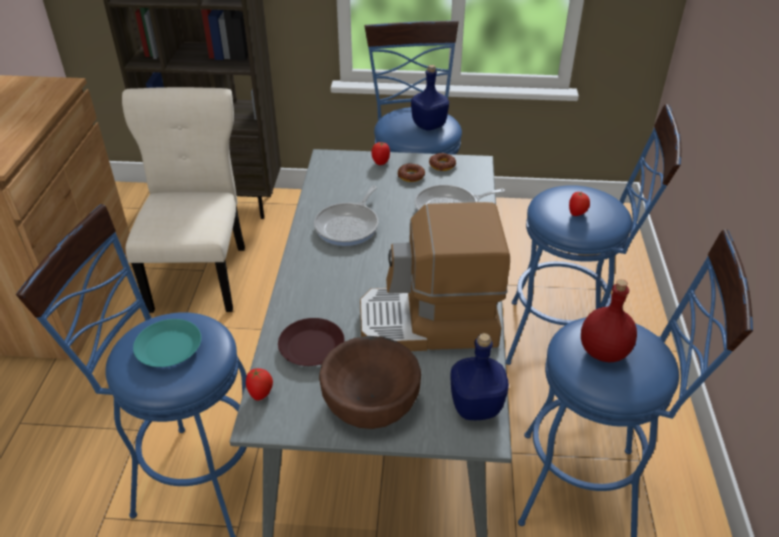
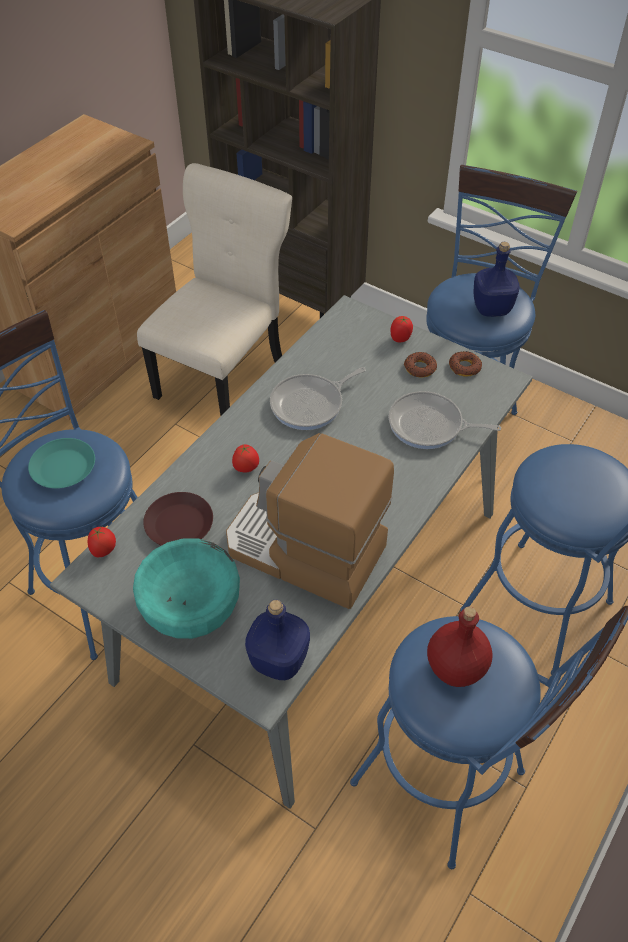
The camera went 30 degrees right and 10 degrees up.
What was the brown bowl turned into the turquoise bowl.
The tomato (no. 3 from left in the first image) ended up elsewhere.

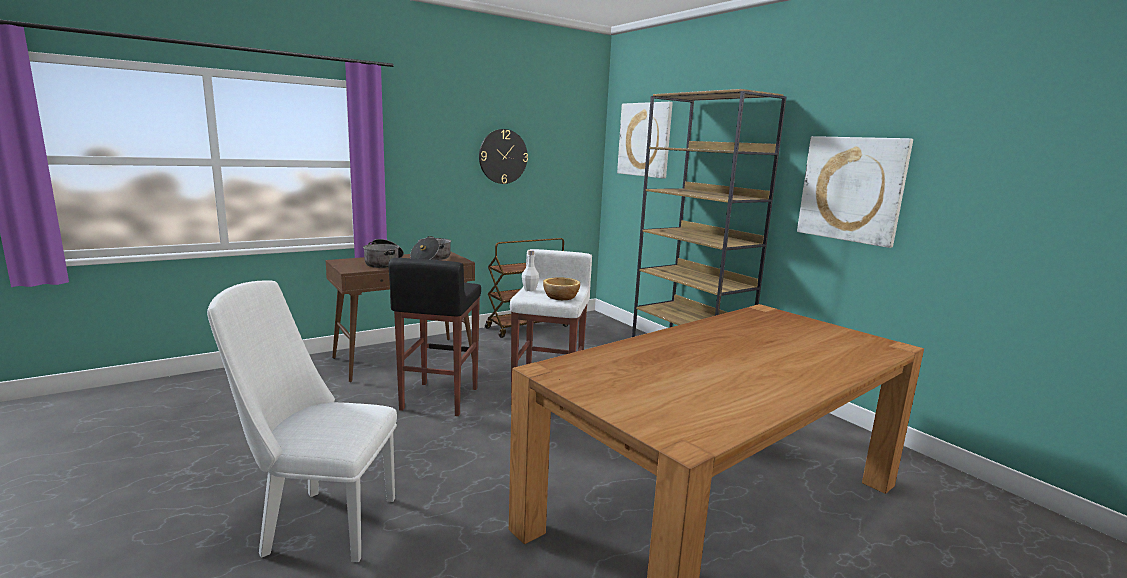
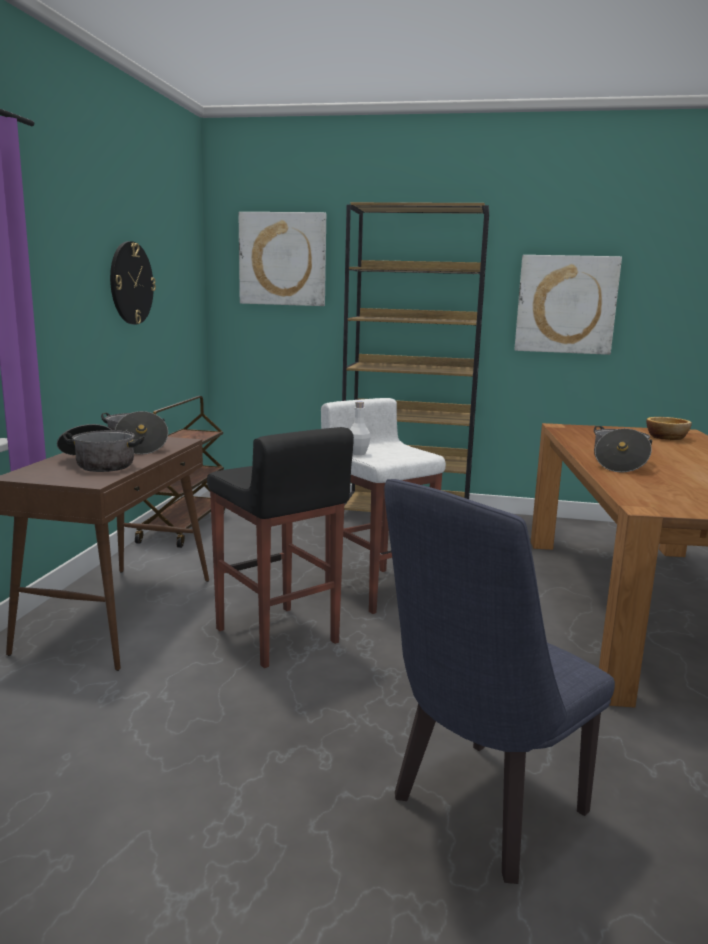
The camera went 45 degrees left and 0 degrees up.
What was the white chair turned into the blue chair.
The second view gained the cooking pot (no. 3 from left).
The bowl ended up elsewhere.

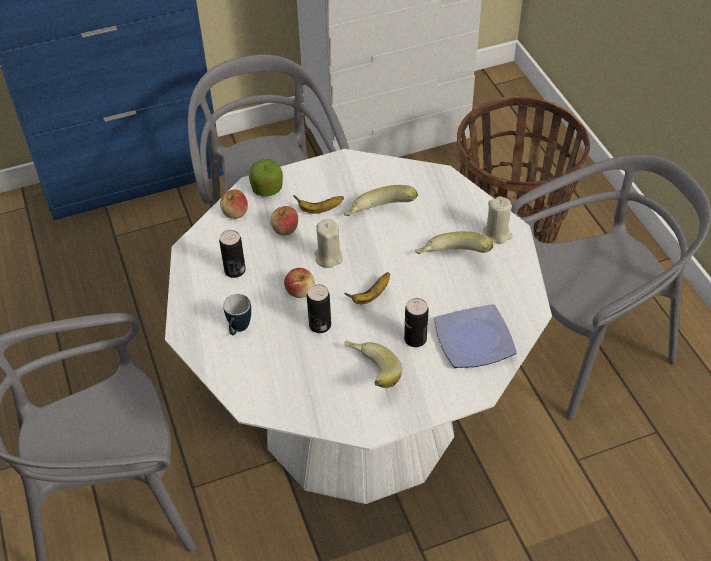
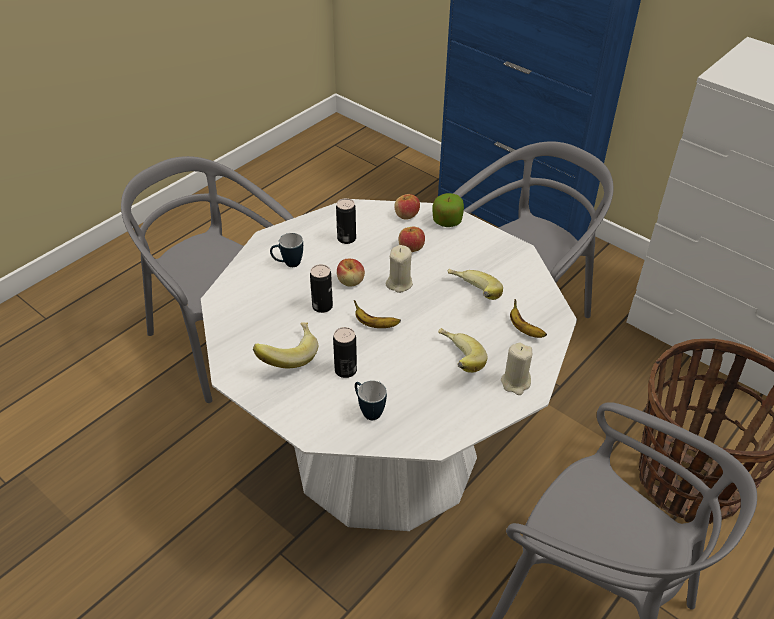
The camera went 60 degrees right and 5 degrees down.
Where the plate stood, the mug (no. 2 from left) came to stand.
The banana (no. 1 from left in the first image) ended up elsewhere.

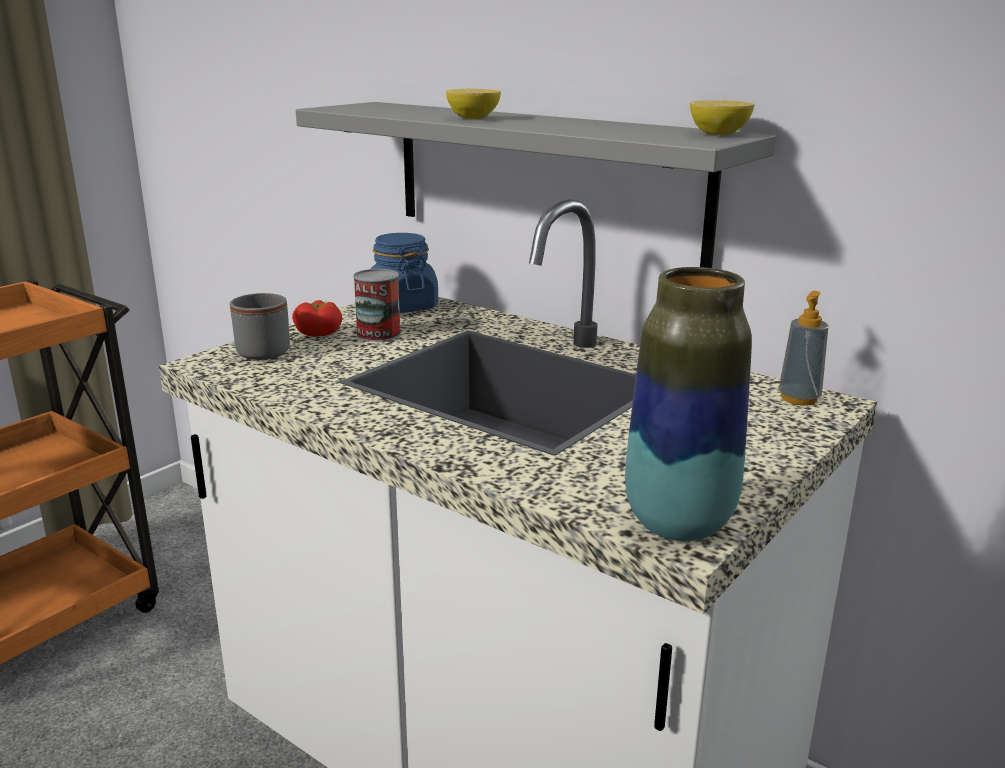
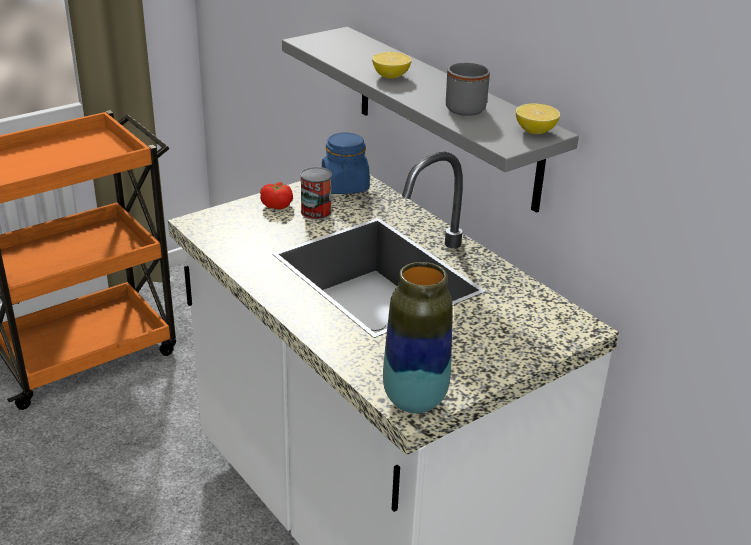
The camera went 15 degrees right and 10 degrees up.
The grey mug ended up elsewhere.
The second view lost the soap dispenser.

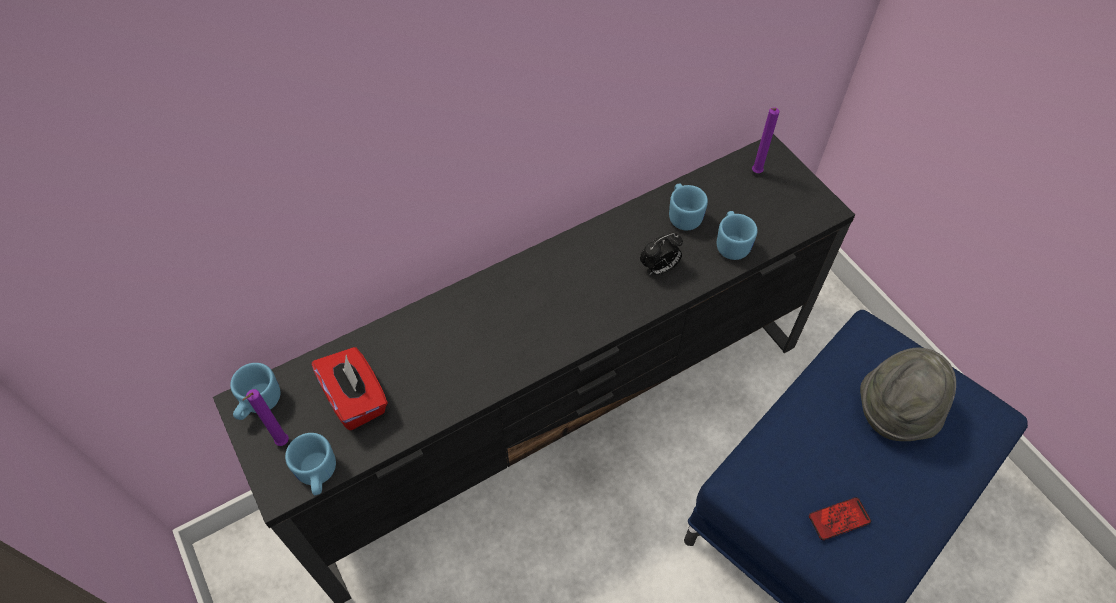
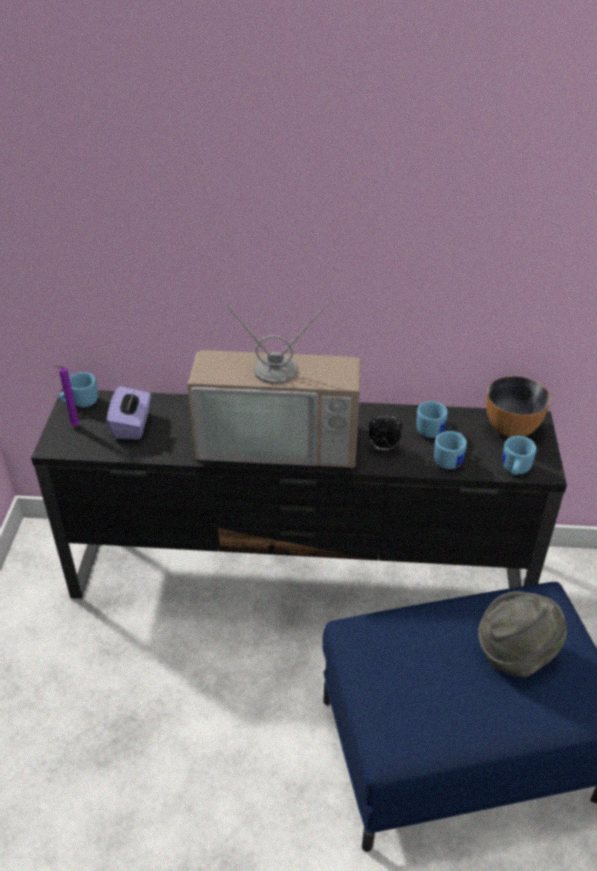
The camera went 35 degrees right and 15 degrees down.
What was the red tissue box turned into the purple tissue box.
The second view gained the television.
Where the purple candle (no. 2 from left) stood, the bowl came to stand.
The blue mug (no. 2 from left in the first image) ended up elsewhere.
The second view lost the phone.

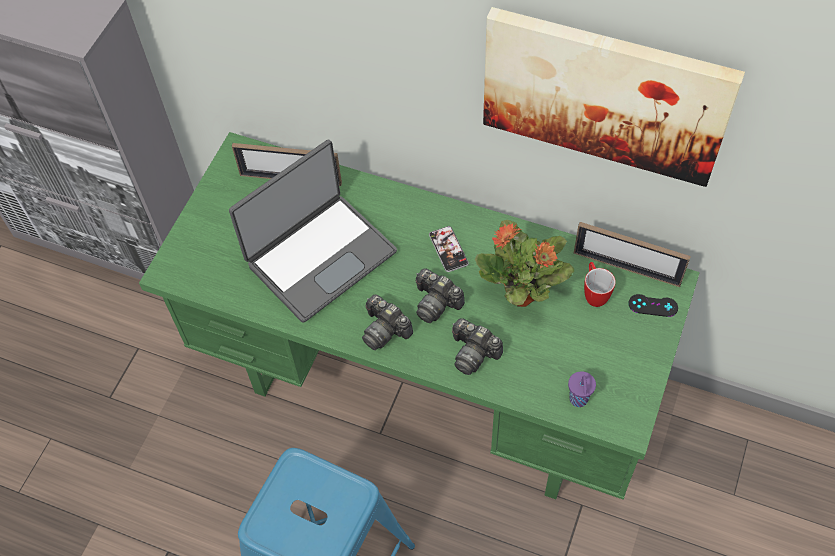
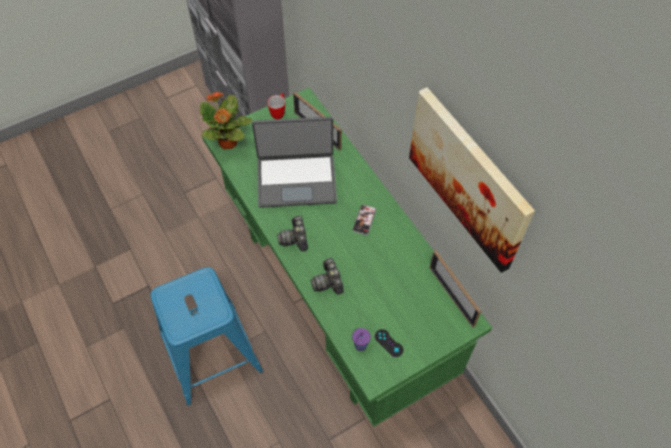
The camera went 35 degrees right and 0 degrees up.
The potted plant ended up elsewhere.
The mug ended up elsewhere.
The black game controller ended up elsewhere.
The second view lost the photo camera (no. 2 from left).

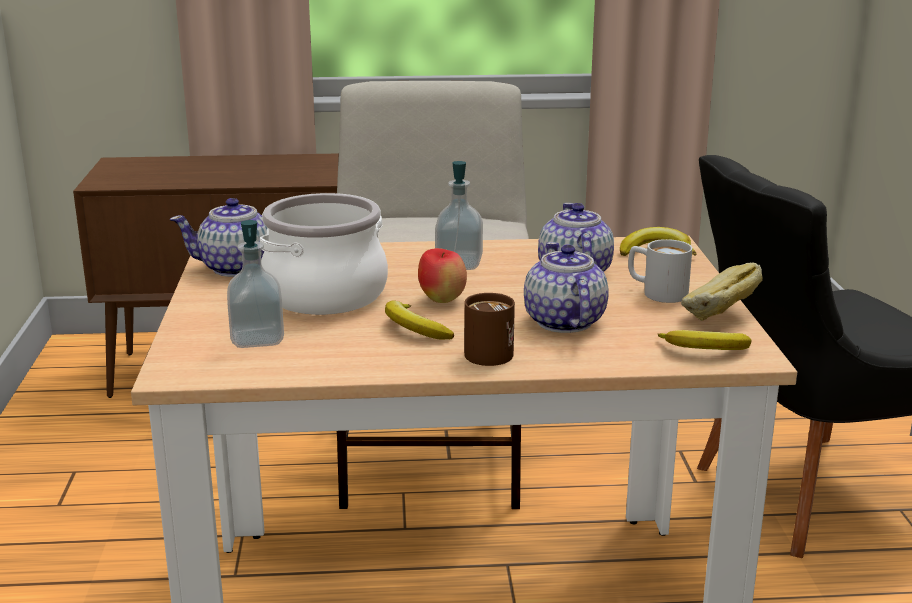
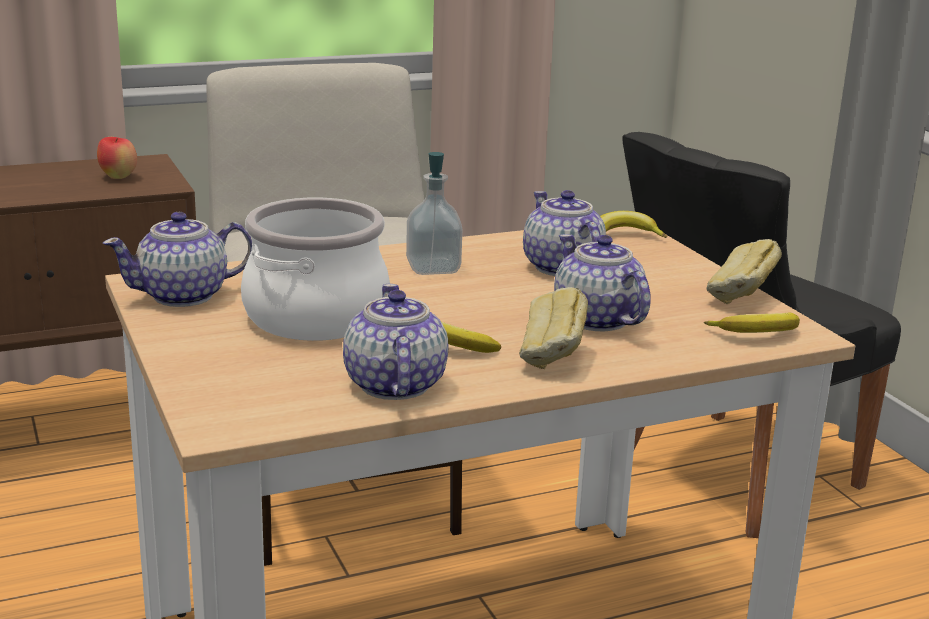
The camera went 20 degrees left and 0 degrees up.
The apple ended up elsewhere.
The second view gained the teapot (no. 2 from left).
Where the brown mug stood, the bread (no. 1 from left) came to stand.
The second view lost the soap dispenser (no. 1 from left).
The second view lost the white mug.

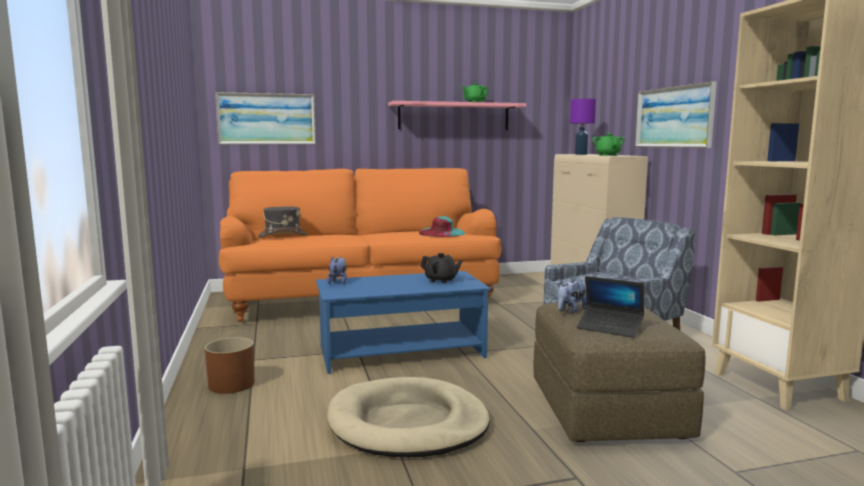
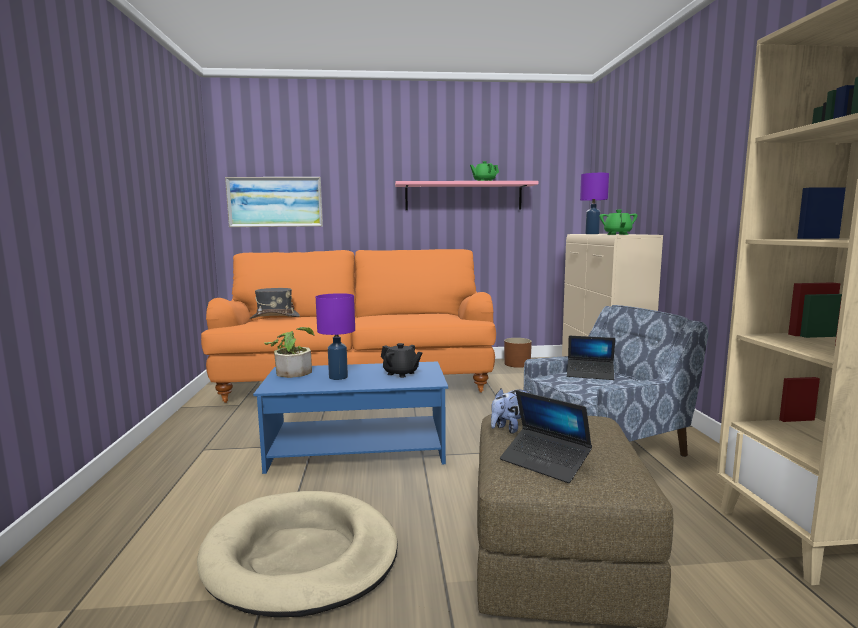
The camera went 10 degrees right and 0 degrees up.
Where the plush toy (no. 1 from left) stood, the potted plant came to stand.
The second view gained the purple table lamp (no. 1 from left).
The brown planter ended up elsewhere.
The second view gained the laptop (no. 2 from left).
The second view lost the turquoise hat.
The second view lost the picture (no. 2 from left).

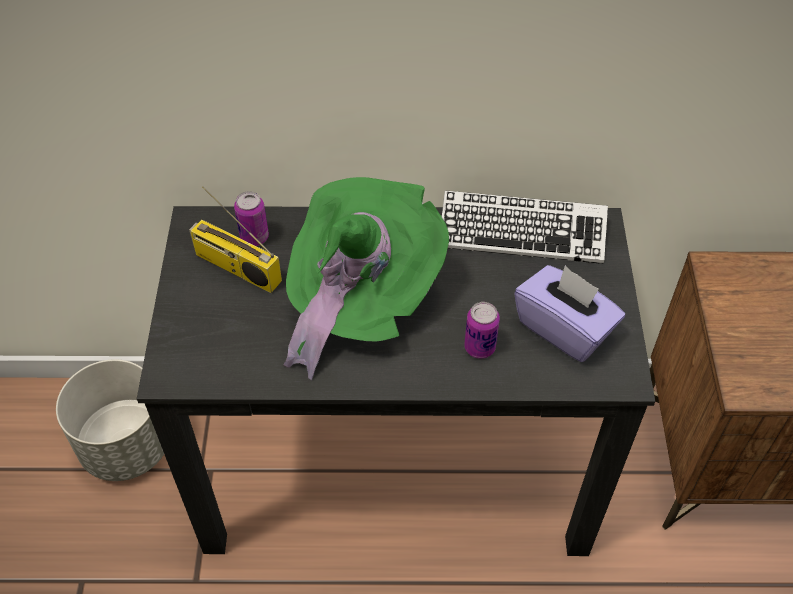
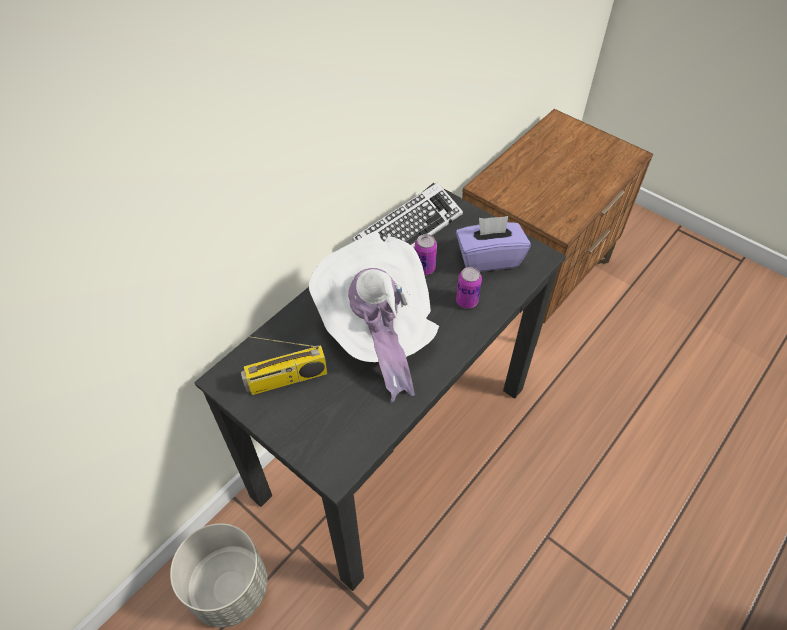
The camera went 50 degrees left and 0 degrees up.
What was the green hat turned into the white hat.
The can (no. 1 from left) ended up elsewhere.

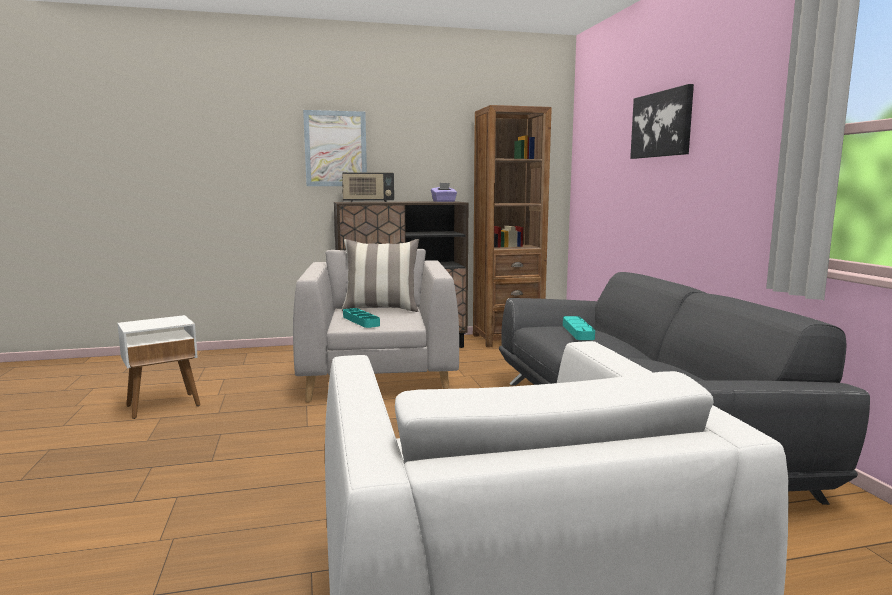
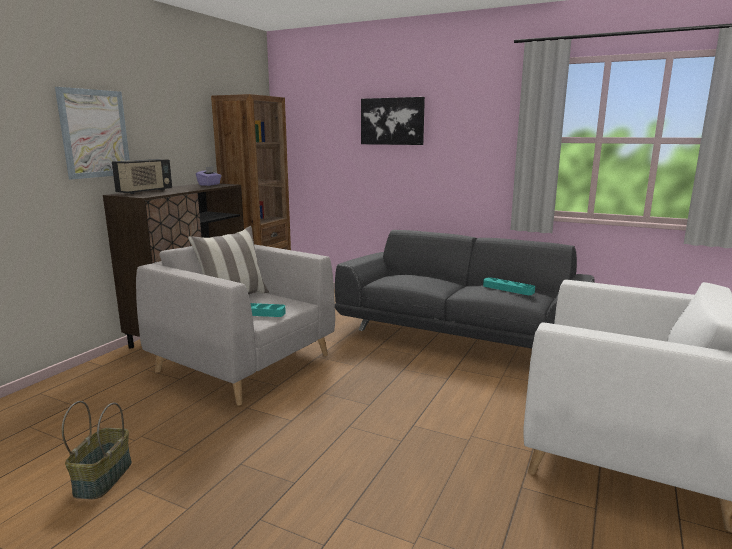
The camera went 50 degrees left and 5 degrees up.
Where the white side table stood, the basket came to stand.
The turquoise tray (no. 2 from left) ended up elsewhere.

